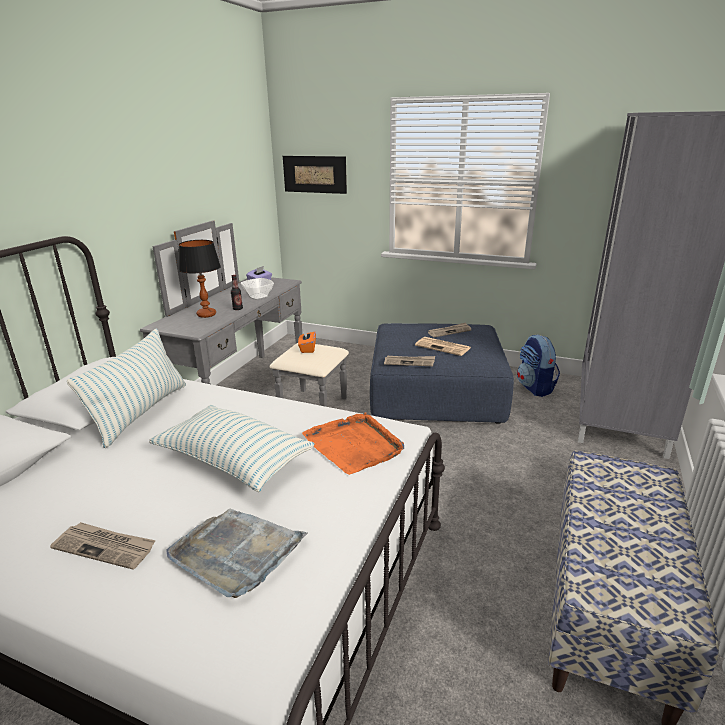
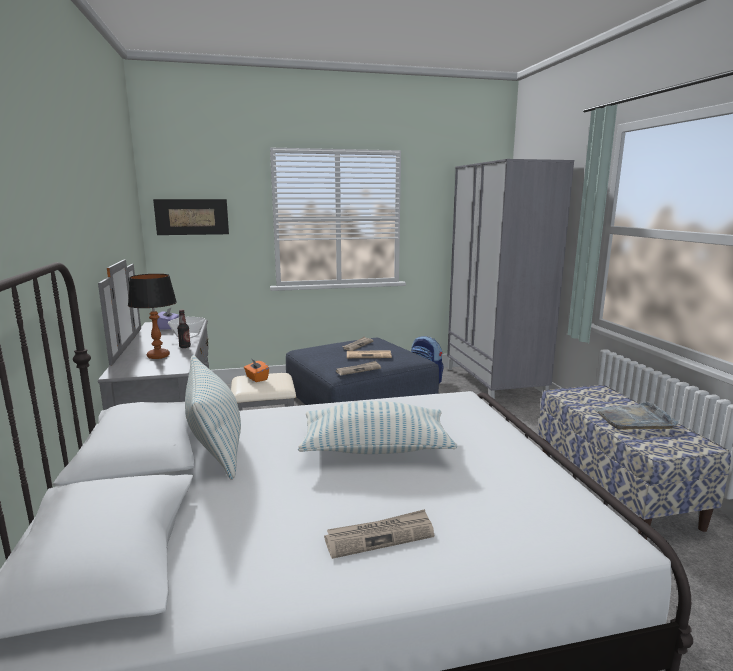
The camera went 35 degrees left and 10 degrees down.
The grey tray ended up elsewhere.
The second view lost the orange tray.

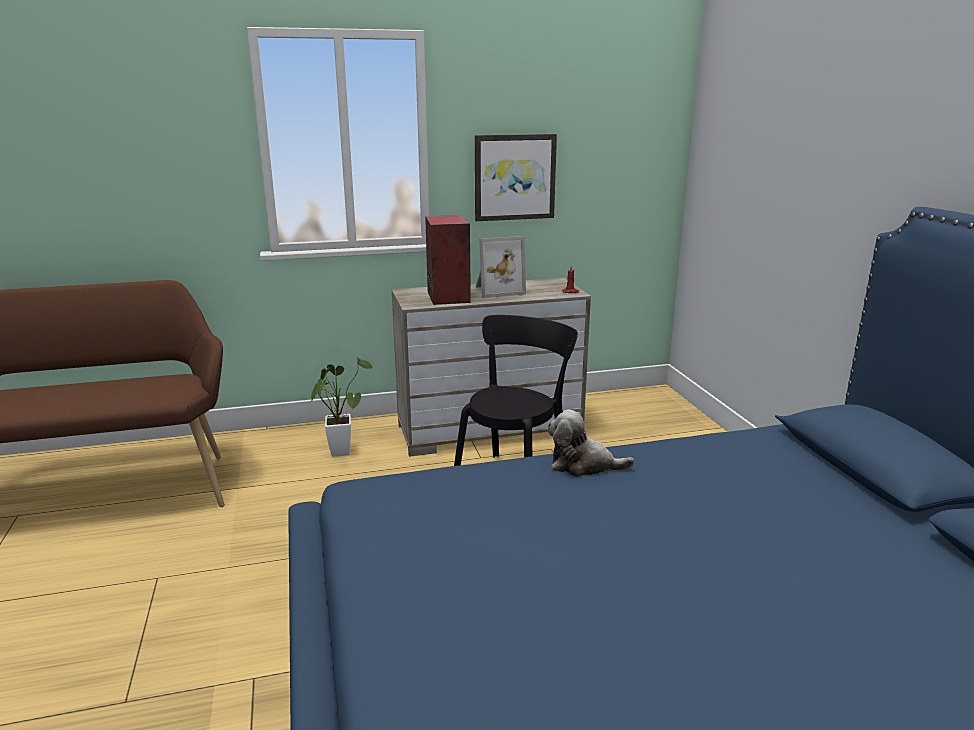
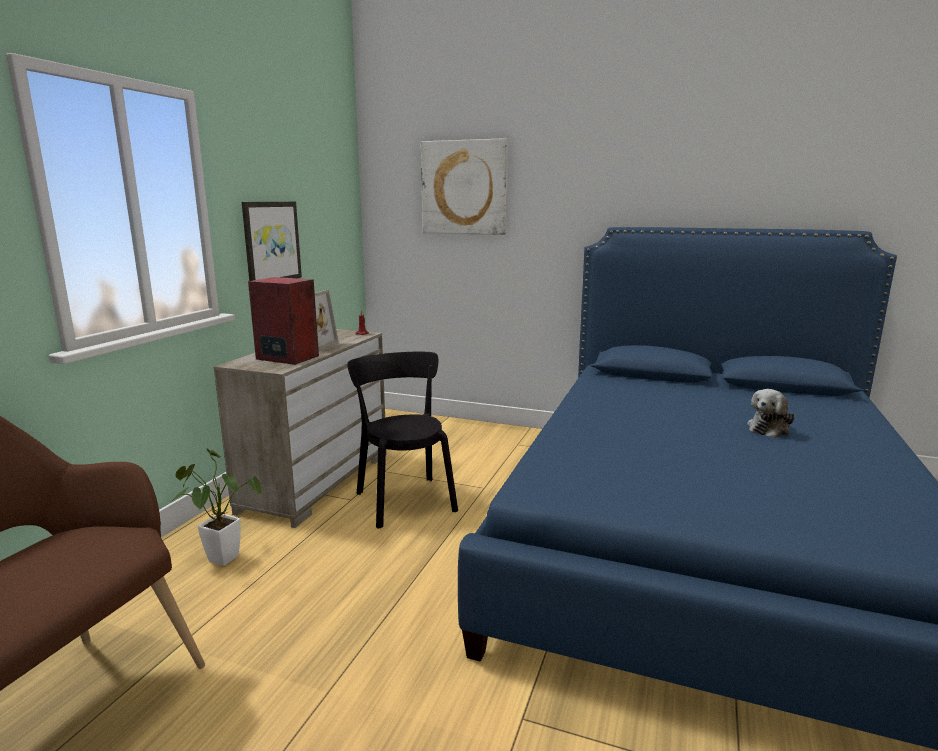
The camera went 55 degrees left and 5 degrees down.
The second view gained the picture (no. 2 from left).
The plush toy ended up elsewhere.

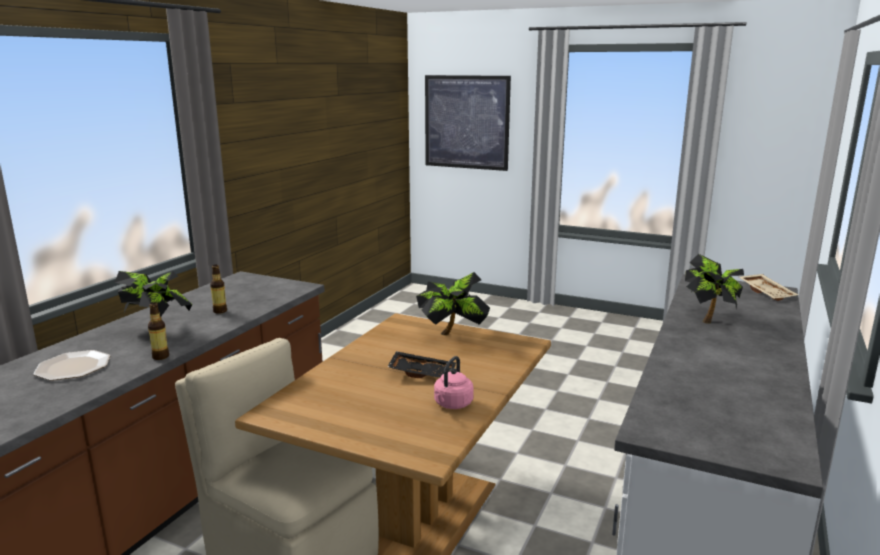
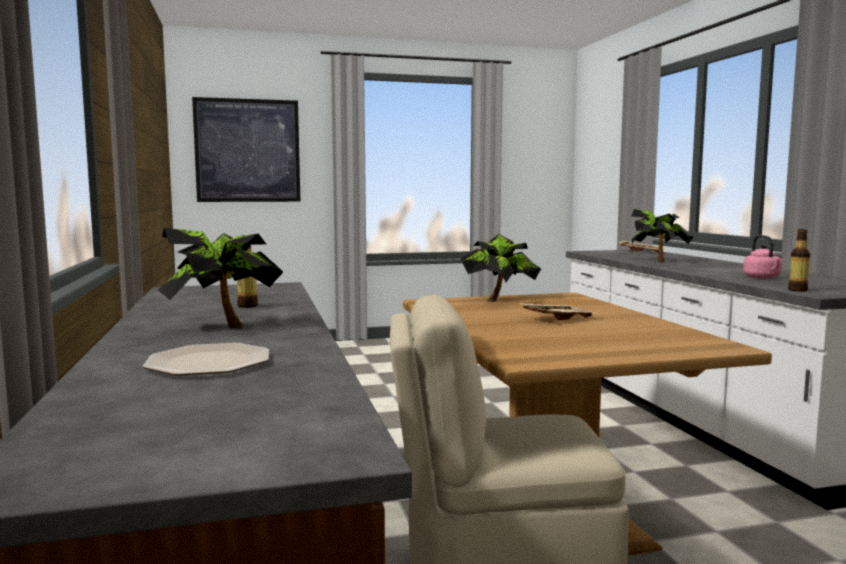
The camera went 40 degrees left and 10 degrees down.
What was the black tray turned into the beige tray (no. 1 from left).
The pink kettle ended up elsewhere.
The bottle (no. 1 from left in the first image) ended up elsewhere.

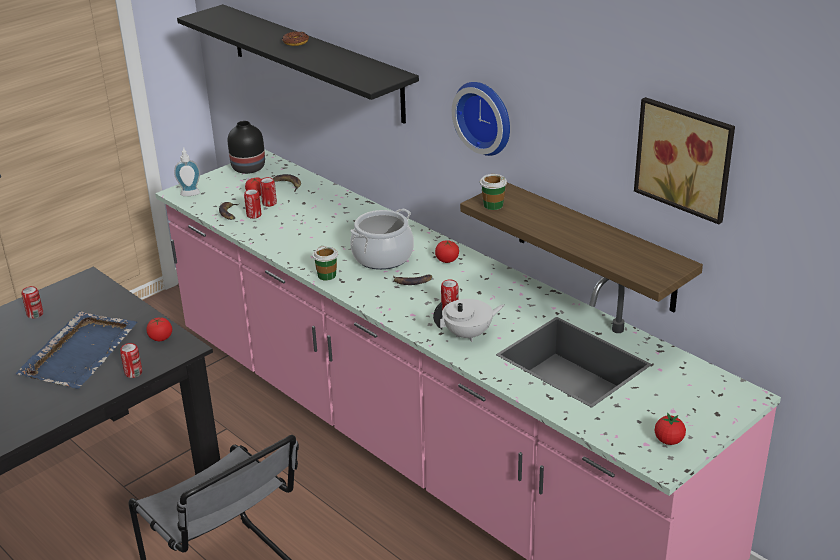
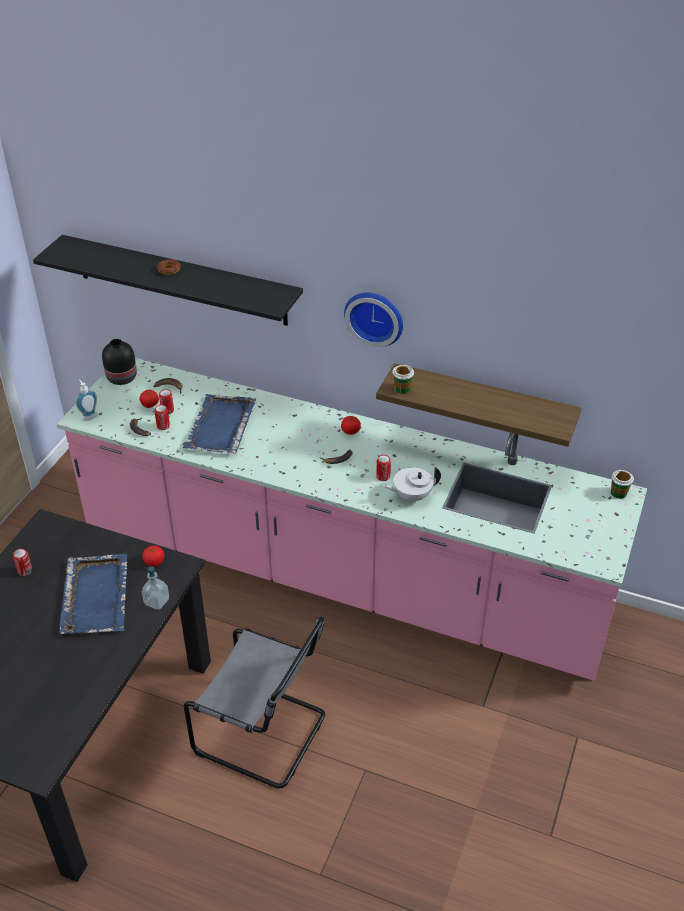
The camera went 25 degrees left and 10 degrees up.
Where the can (no. 2 from left) stood, the soap dispenser (no. 2 from left) came to stand.
The second view gained the blue tray (no. 2 from left).
The white teapot ended up facing another way, 150 degrees counterclockwise from before.
The cup (no. 1 from left in the first image) ended up elsewhere.
The second view lost the cooking pot.
The second view lost the picture.
The second view lost the tomato (no. 4 from left).

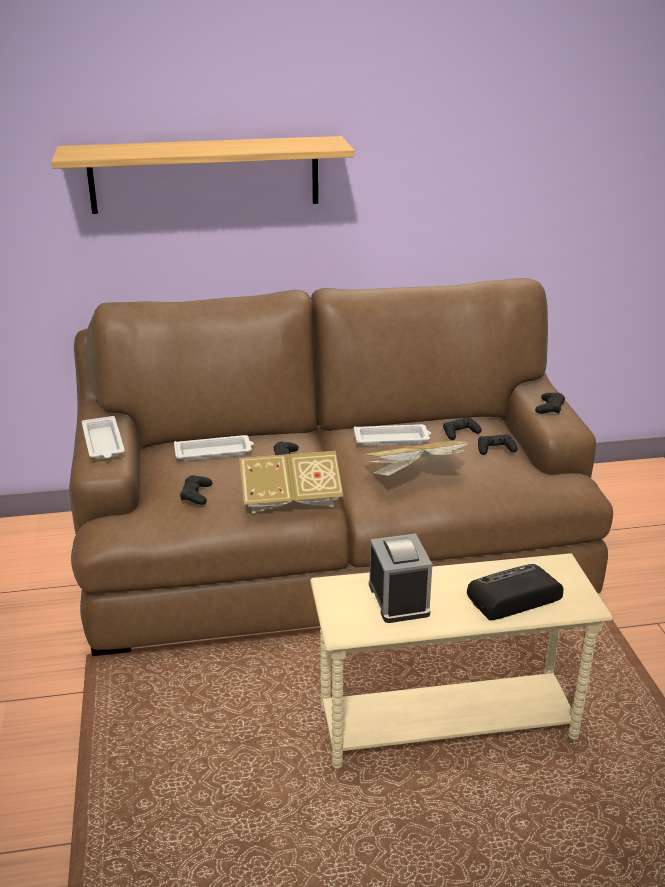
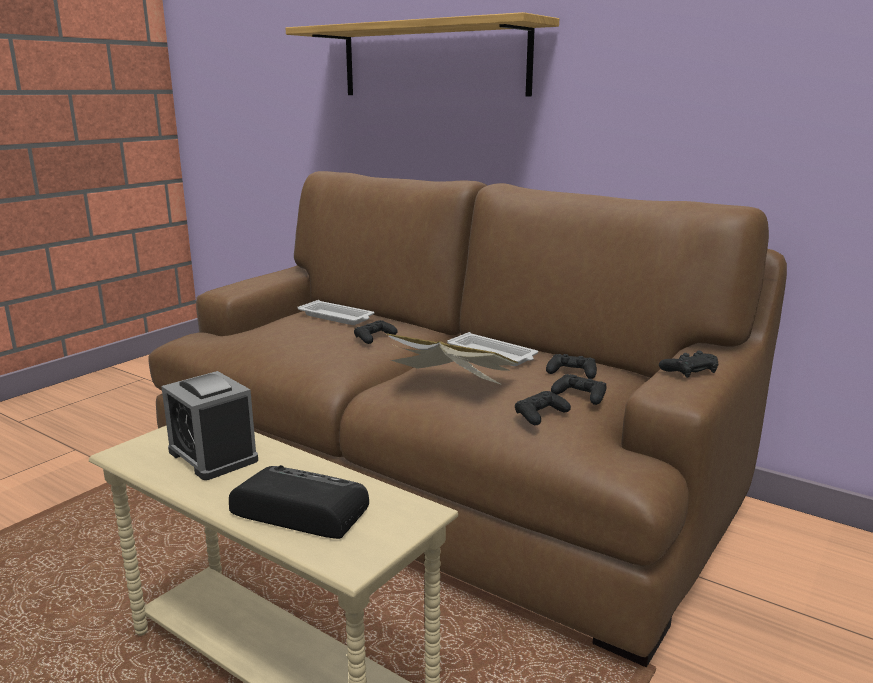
The camera went 45 degrees right and 10 degrees down.
The alarm clock ended up facing another way, 105 degrees clockwise from before.
The black game controller (no. 1 from left in the first image) ended up elsewhere.
The second view lost the white tray (no. 1 from left).
The second view lost the book (no. 1 from left).

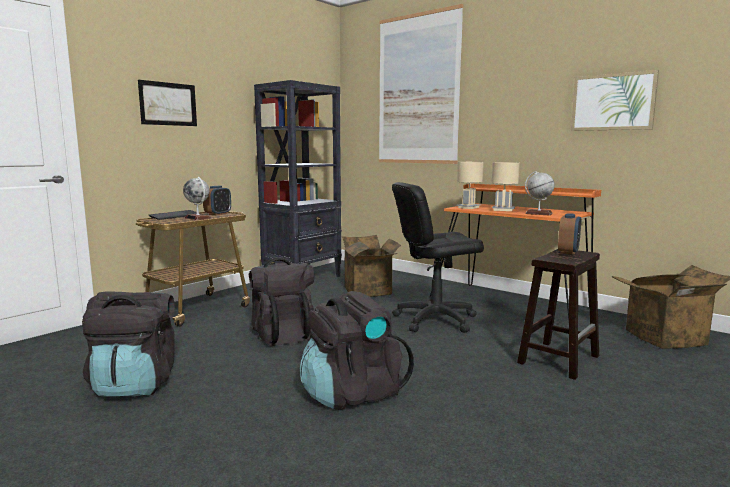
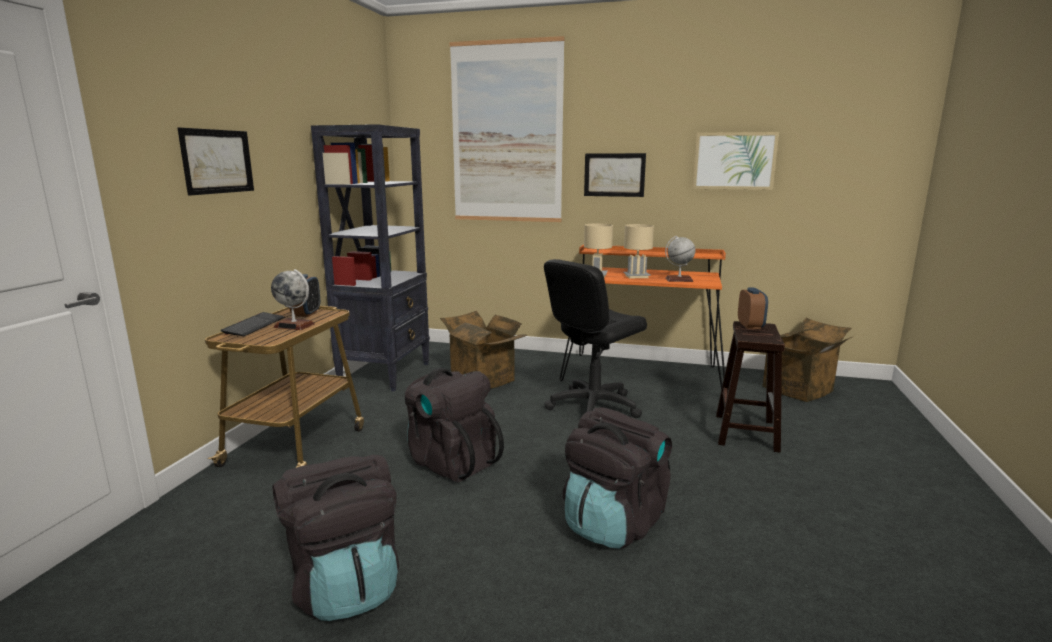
The camera went 25 degrees left and 5 degrees up.
The second view gained the picture (no. 3 from left).

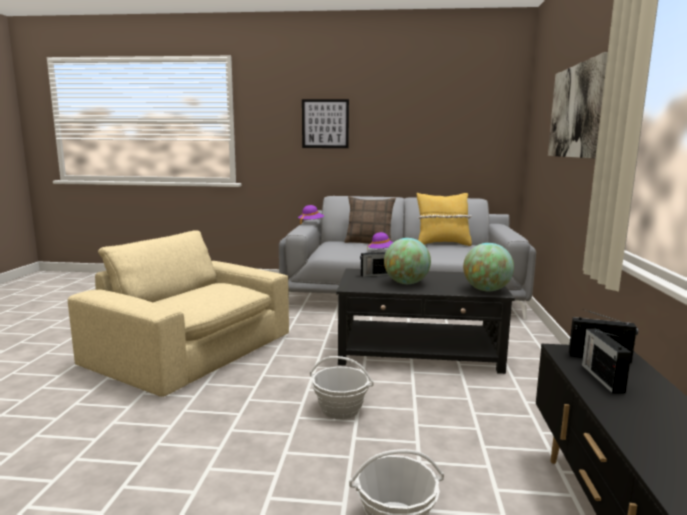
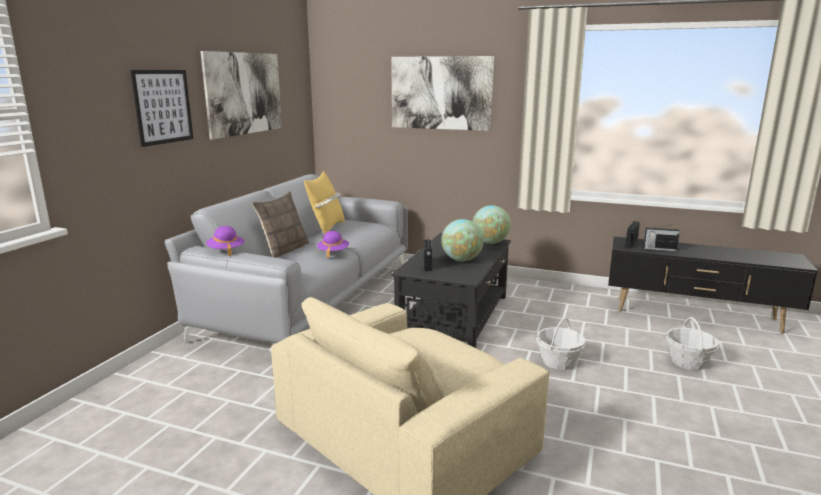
The camera went 75 degrees left and 5 degrees up.
The second view gained the picture (no. 2 from left).

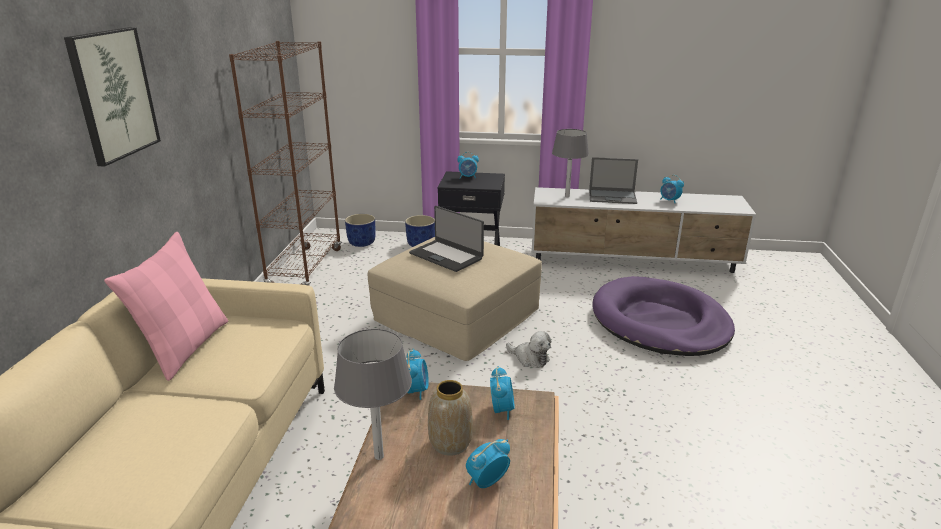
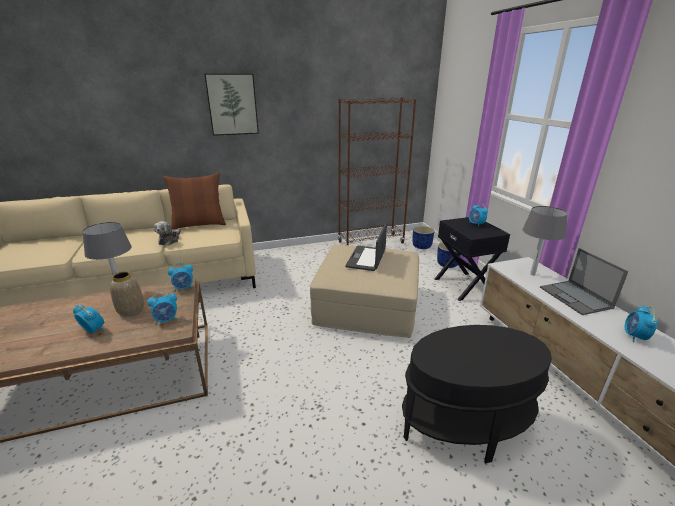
The camera went 65 degrees right and 0 degrees up.
The plush toy ended up elsewhere.
What was the pink pillow turned into the brown pillow.
Where the purple dog bed stood, the black side table came to stand.

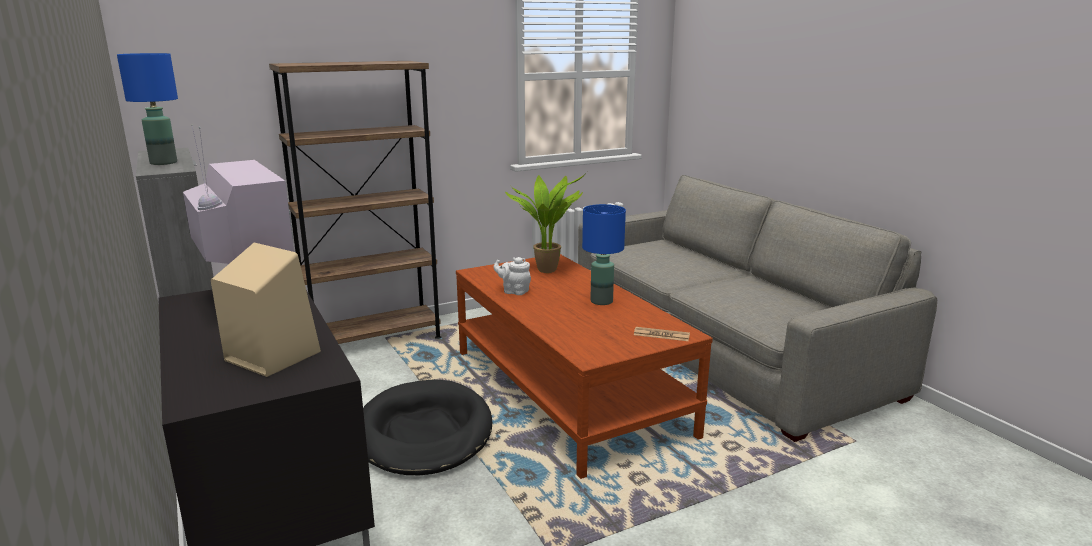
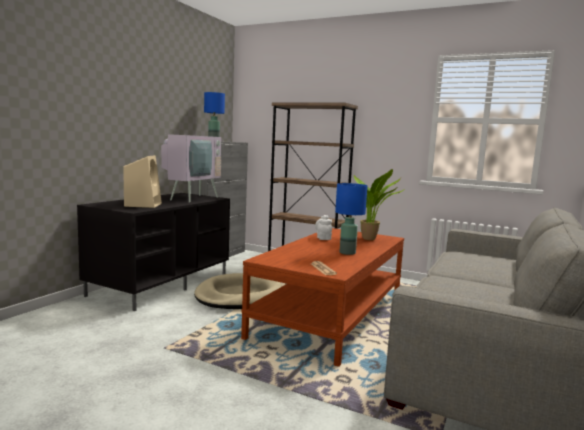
The camera went 55 degrees right and 10 degrees down.
What was the black dog bed turned into the beige dog bed.

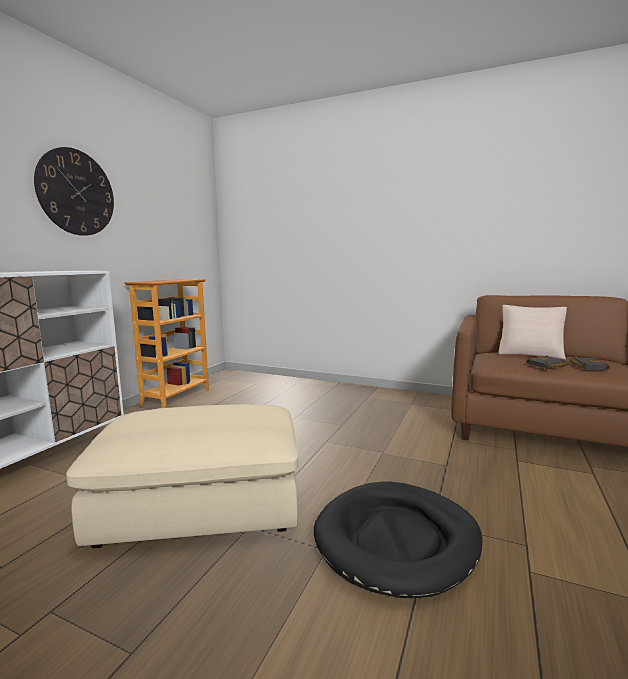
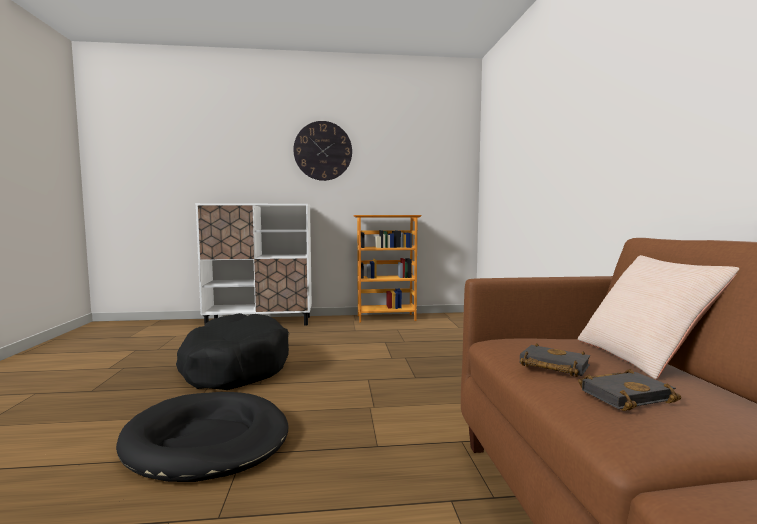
The camera went 60 degrees right and 5 degrees down.
Where the beige ottoman stood, the black dog bed (no. 2 from left) came to stand.

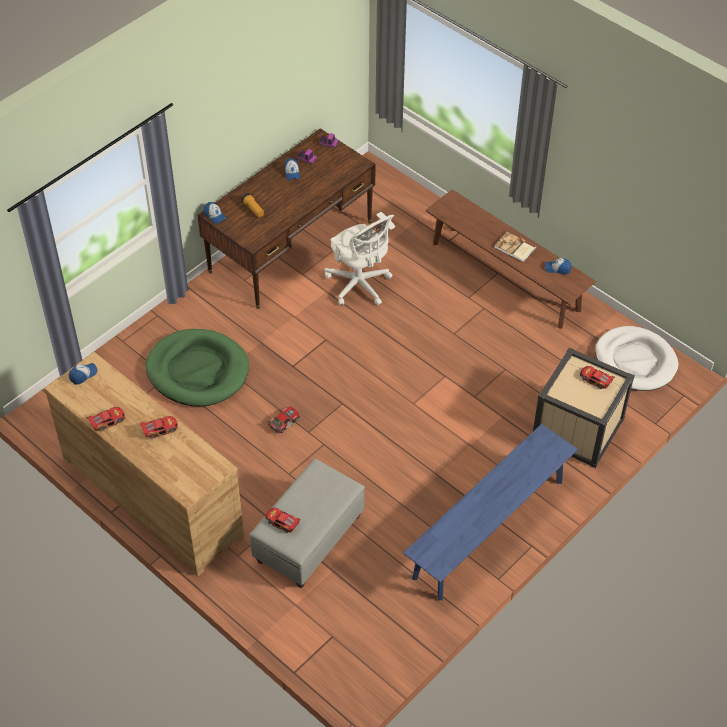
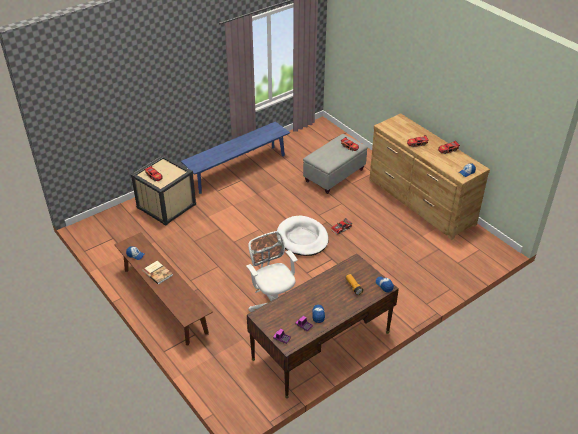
The camera went 170 degrees left and 10 degrees down.
The white dog bed ended up elsewhere.
The second view lost the green dog bed.

